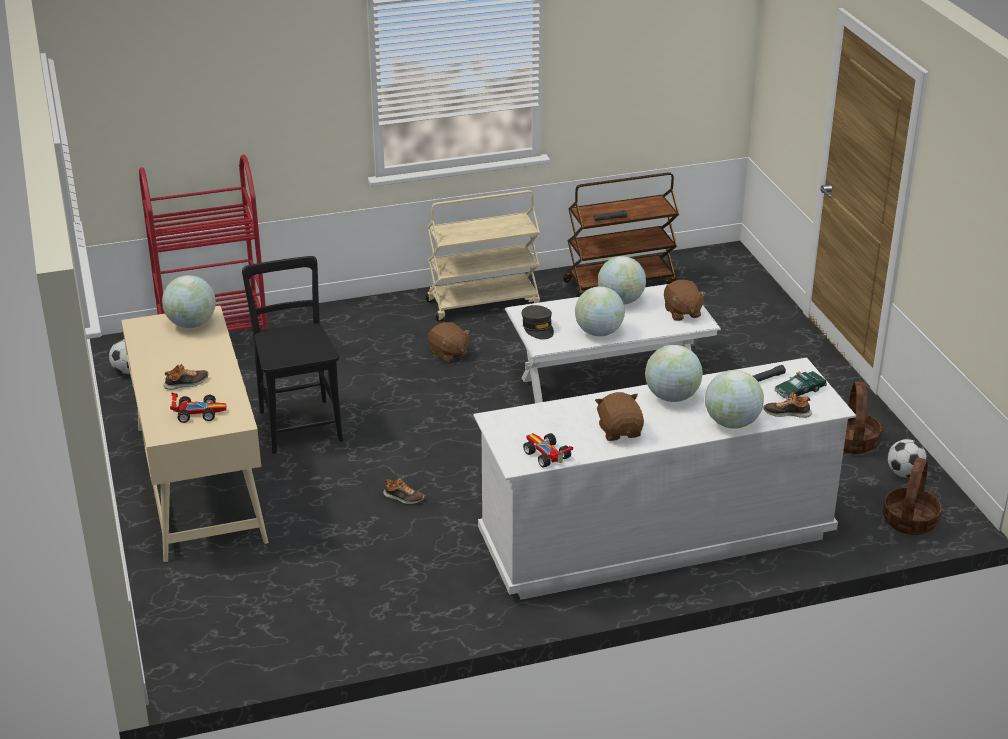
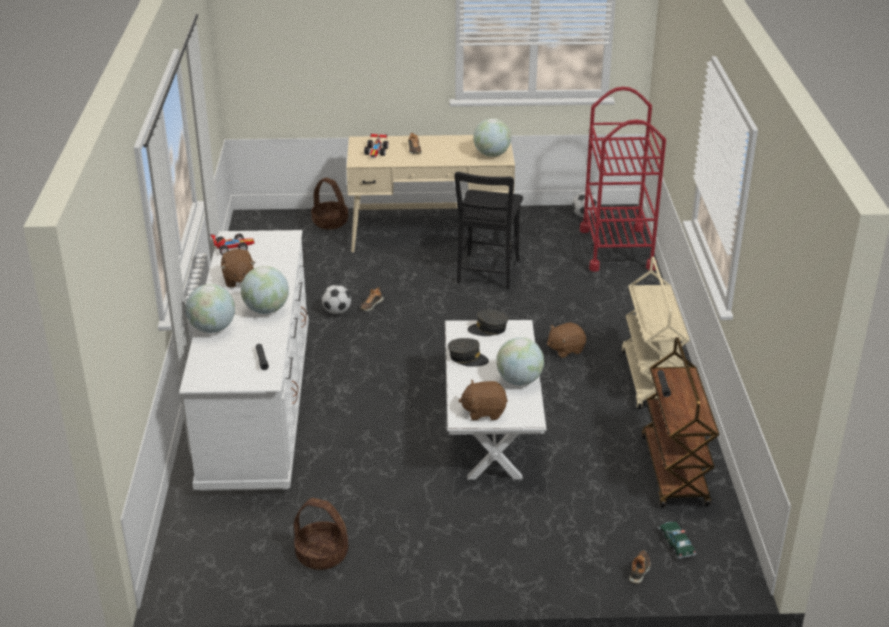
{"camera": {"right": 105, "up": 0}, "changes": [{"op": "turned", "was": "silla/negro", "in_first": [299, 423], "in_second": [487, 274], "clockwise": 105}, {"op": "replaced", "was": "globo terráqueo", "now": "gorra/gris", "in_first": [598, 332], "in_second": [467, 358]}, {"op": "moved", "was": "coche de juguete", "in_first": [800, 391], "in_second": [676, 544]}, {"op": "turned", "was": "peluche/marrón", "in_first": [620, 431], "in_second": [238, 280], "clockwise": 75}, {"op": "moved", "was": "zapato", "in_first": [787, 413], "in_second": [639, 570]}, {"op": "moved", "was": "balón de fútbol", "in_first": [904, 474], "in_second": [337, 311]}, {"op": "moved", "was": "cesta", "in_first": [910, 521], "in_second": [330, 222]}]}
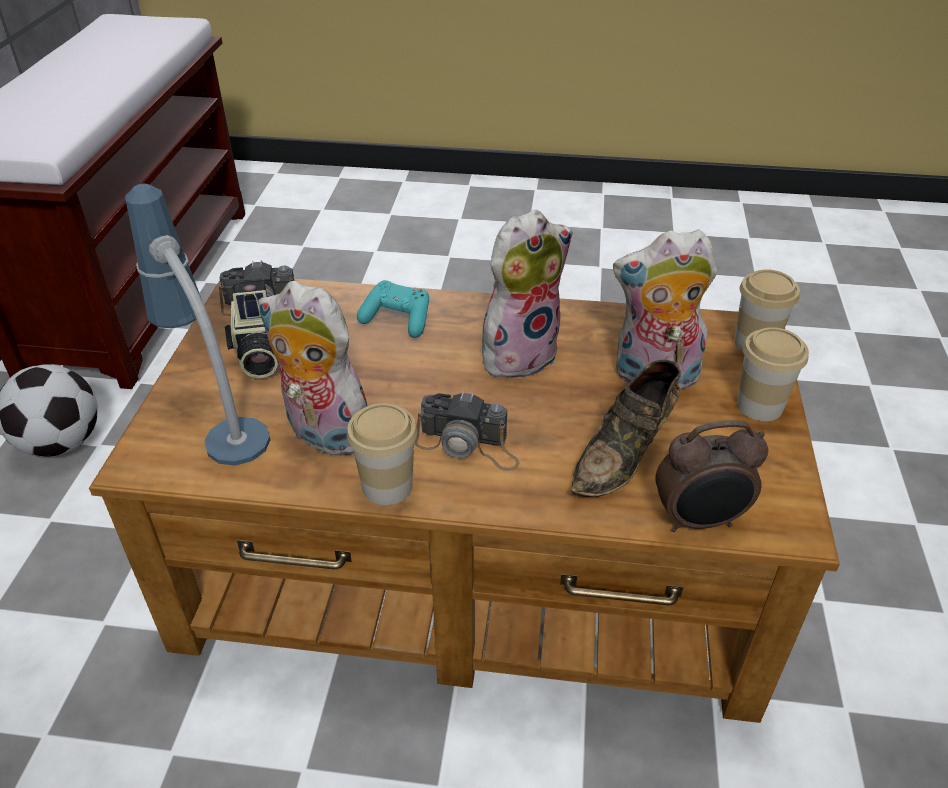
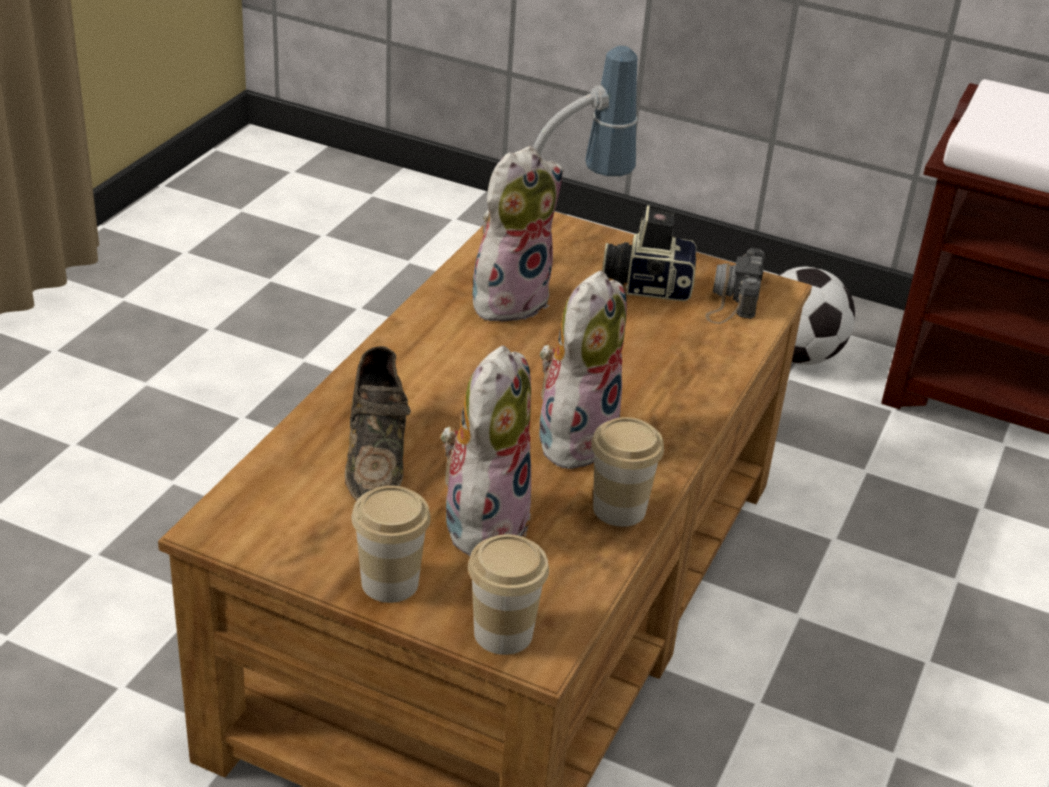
{"camera": {"right": 105, "up": -5}, "changes": [{"op": "turned", "was": "peluche", "in_first": [519, 353], "in_second": [574, 436], "clockwise": -135}, {"op": "removed", "was": "mando de consola/turquesa", "in_first": [397, 320]}, {"op": "turned", "was": "zapato/marrón", "in_first": [625, 455], "in_second": [377, 457], "clockwise": -150}, {"op": "removed", "was": "cámara", "in_first": [468, 445]}, {"op": "moved", "was": "taza", "in_first": [387, 486], "in_second": [619, 509]}, {"op": "removed", "was": "despertador", "in_first": [699, 521]}]}
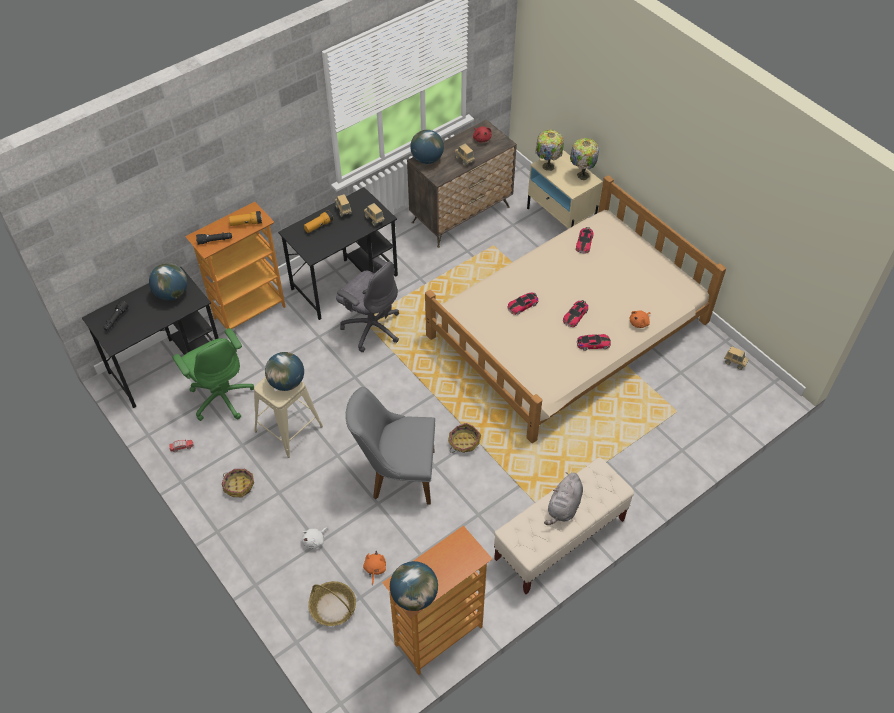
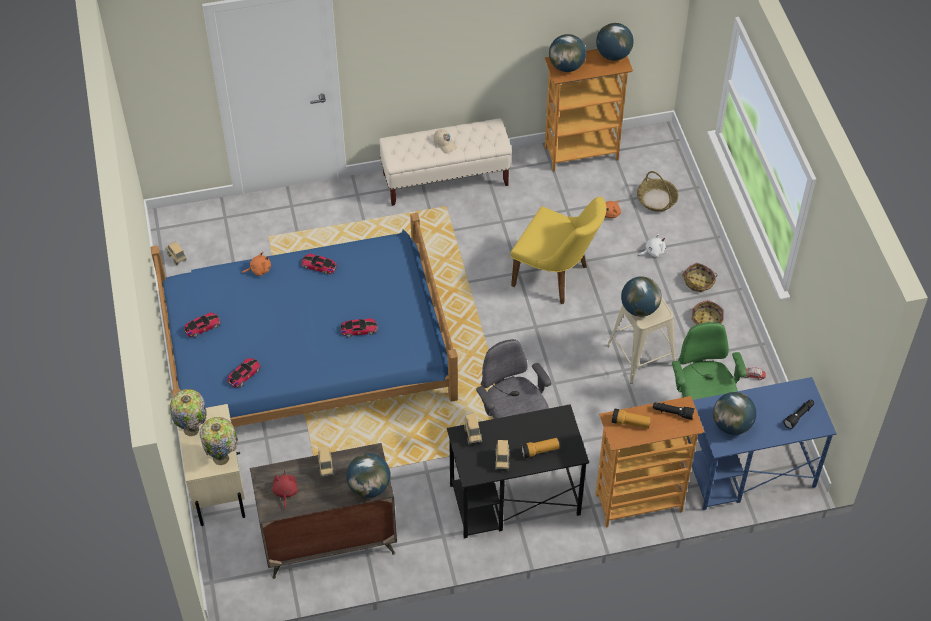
{"camera": {"right": -155, "up": 0}, "changes": [{"op": "recoloured", "was": "cama/beis", "now": "cama/azul", "in_first": [567, 329], "in_second": [308, 350]}, {"op": "recoloured", "was": "escritorio/negro", "now": "escritorio/azul", "in_first": [167, 364], "in_second": [748, 472]}, {"op": "moved", "was": "coche de juguete", "in_first": [575, 315], "in_second": [202, 327]}, {"op": "recoloured", "was": "silla/gris", "now": "silla/amarillo", "in_first": [396, 474], "in_second": [556, 277]}, {"op": "moved", "was": "cesta", "in_first": [463, 442], "in_second": [699, 282]}, {"op": "replaced", "was": "peluche/gris", "now": "gorra/beis", "in_first": [564, 507], "in_second": [445, 144]}, {"op": "added", "now": "globo terráqueo", "in_second": [566, 66]}]}
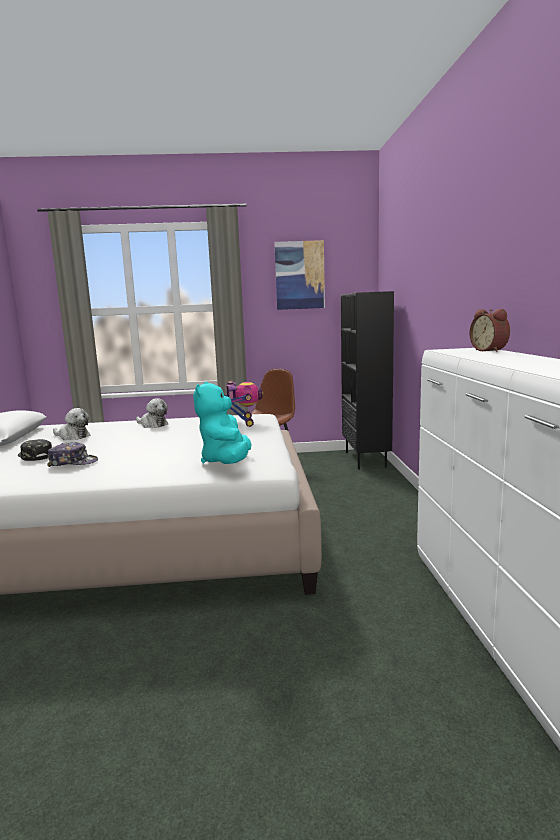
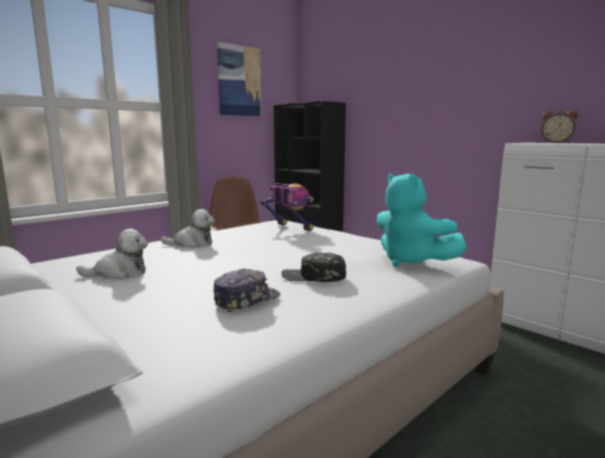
{"camera": {"right": -40, "up": 0}, "changes": [{"op": "moved", "was": "gorra/negro", "in_first": [34, 456], "in_second": [313, 276]}]}
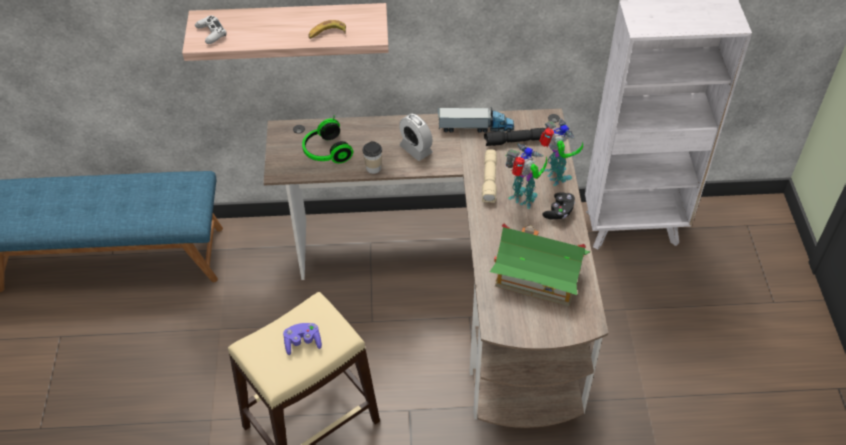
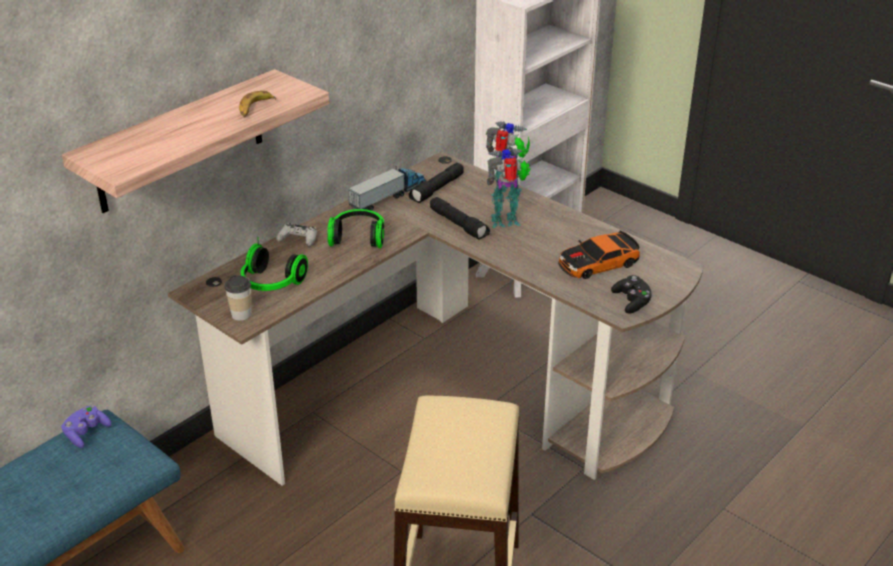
{"camera": {"right": -45, "up": -15}, "changes": [{"op": "moved", "was": "mando de consola/blanco", "in_first": [211, 33], "in_second": [298, 239]}, {"op": "replaced", "was": "despertador", "now": "auriculares", "in_first": [416, 149], "in_second": [358, 237]}, {"op": "moved", "was": "taza", "in_first": [373, 168], "in_second": [241, 315]}, {"op": "recoloured", "was": "linterna/beis", "now": "linterna/negro", "in_first": [490, 181], "in_second": [459, 224]}, {"op": "moved", "was": "mando de consola/negro", "in_first": [559, 212], "in_second": [632, 302]}, {"op": "replaced", "was": "casita", "now": "coche de juguete", "in_first": [537, 277], "in_second": [598, 263]}, {"op": "moved", "was": "mando de consola/morado", "in_first": [303, 343], "in_second": [86, 433]}]}
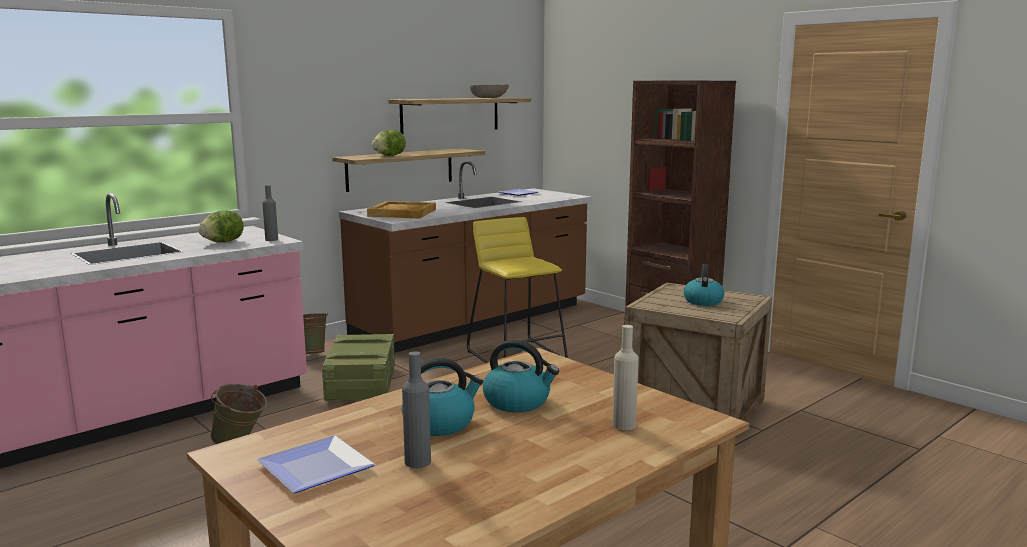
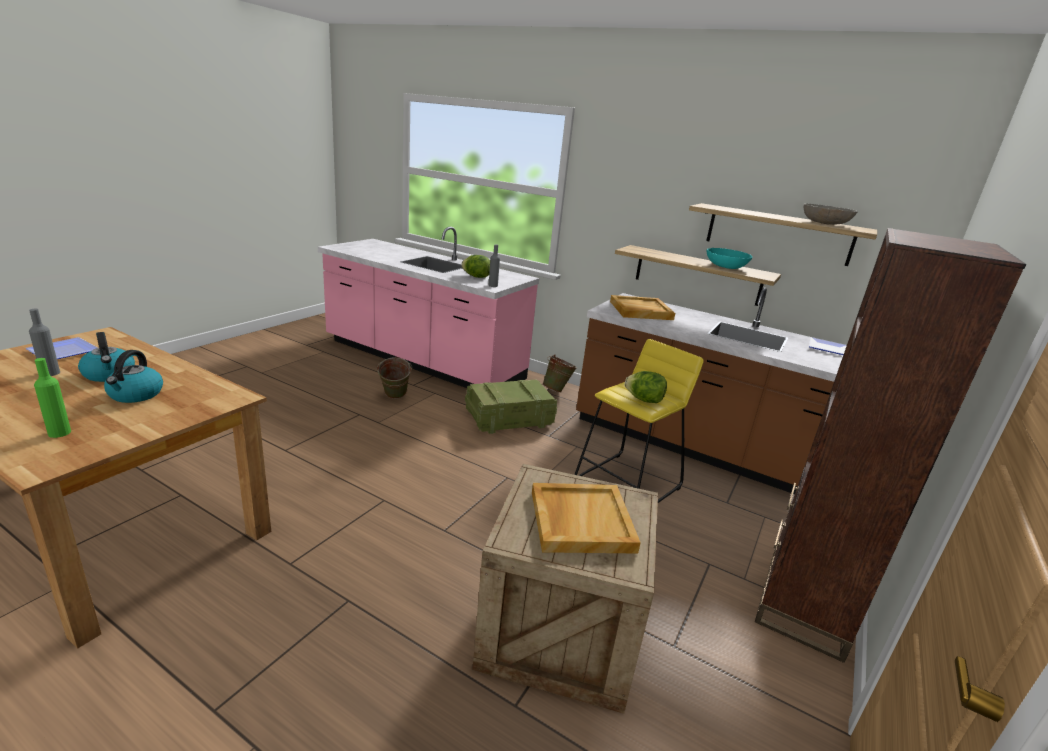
{"camera": {"right": 70, "up": 10}, "changes": [{"op": "moved", "was": "lechuga", "in_first": [389, 155], "in_second": [644, 400]}, {"op": "replaced", "was": "hervidor", "now": "bandeja/beis", "in_first": [703, 301], "in_second": [580, 520]}, {"op": "recoloured", "was": "botella/beis", "now": "botella/verde", "in_first": [624, 425], "in_second": [59, 433]}, {"op": "added", "now": "cuenco/turquesa", "in_second": [726, 267]}]}
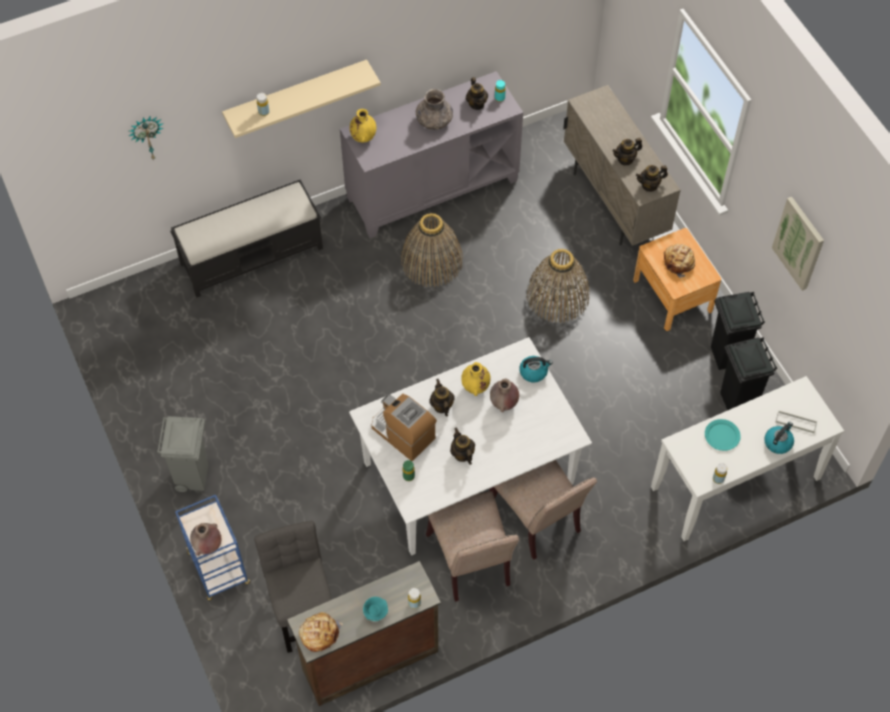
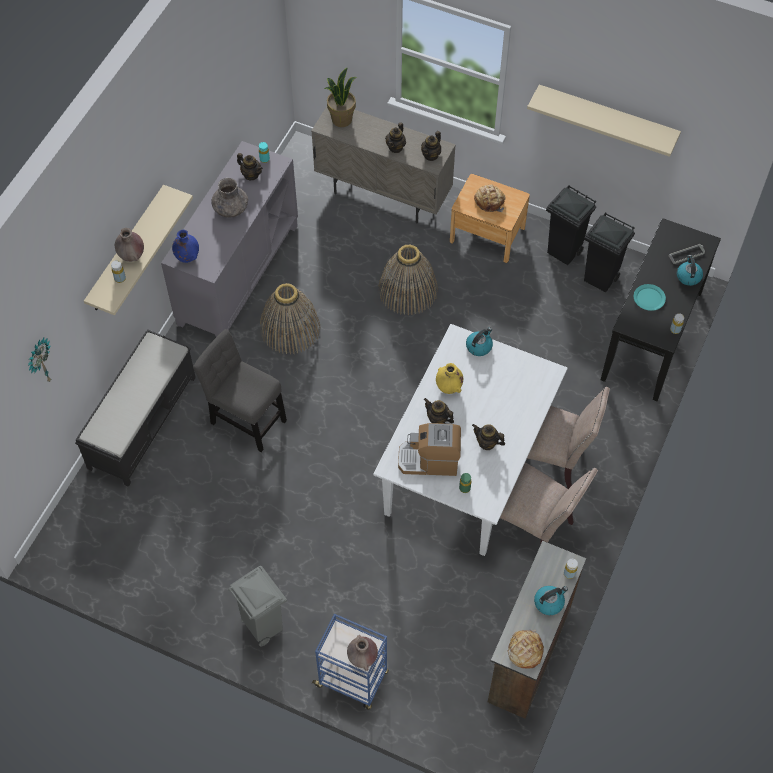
{"camera": {"right": -40, "up": 0}, "changes": [{"op": "recoloured", "was": "florero/amarillo", "now": "florero/azul", "in_first": [363, 138], "in_second": [187, 257]}, {"op": "replaced", "was": "cuadro", "now": "estante/beis", "in_first": [799, 243], "in_second": [607, 117]}, {"op": "recoloured", "was": "mesa consola/blanco", "now": "mesa consola/negro", "in_first": [736, 483], "in_second": [652, 336]}, {"op": "moved", "was": "florero/marrón", "in_first": [504, 403], "in_second": [132, 256]}, {"op": "moved", "was": "silla/gris", "in_first": [302, 609], "in_second": [245, 419]}, {"op": "replaced", "was": "cuenco/turquesa", "now": "hervidor", "in_first": [375, 612], "in_second": [549, 602]}, {"op": "added", "now": "planta en maceta", "in_second": [341, 119]}]}
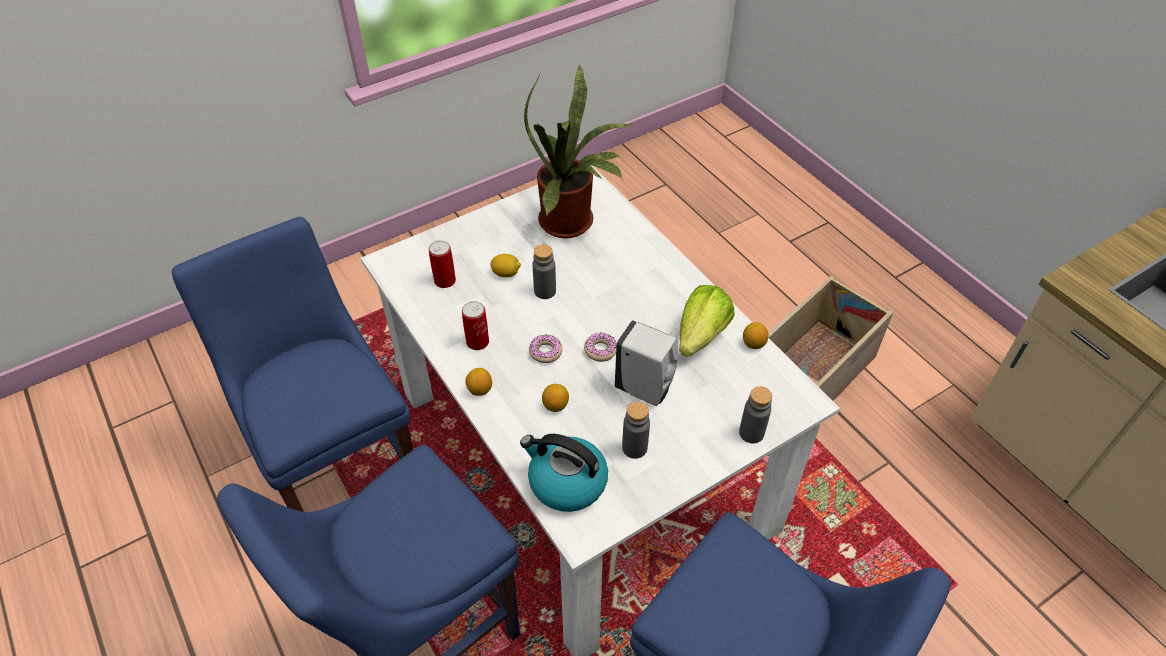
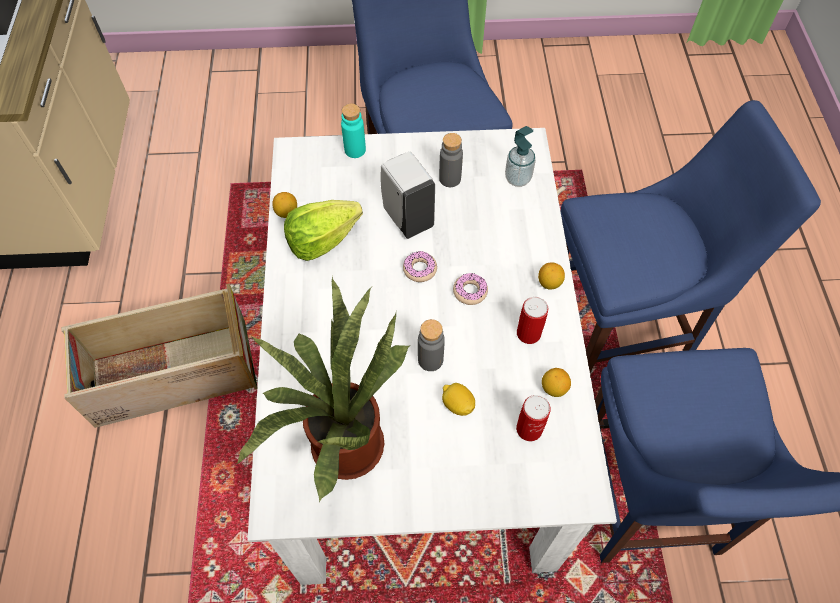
{"camera": {"right": -150, "up": 10}, "changes": [{"op": "moved", "was": "limón", "in_first": [555, 405], "in_second": [554, 388]}, {"op": "recoloured", "was": "botella/gris", "now": "botella/turquesa", "in_first": [751, 433], "in_second": [355, 150]}, {"op": "replaced", "was": "hervidor", "now": "dispensador de jabón", "in_first": [566, 482], "in_second": [517, 178]}]}
